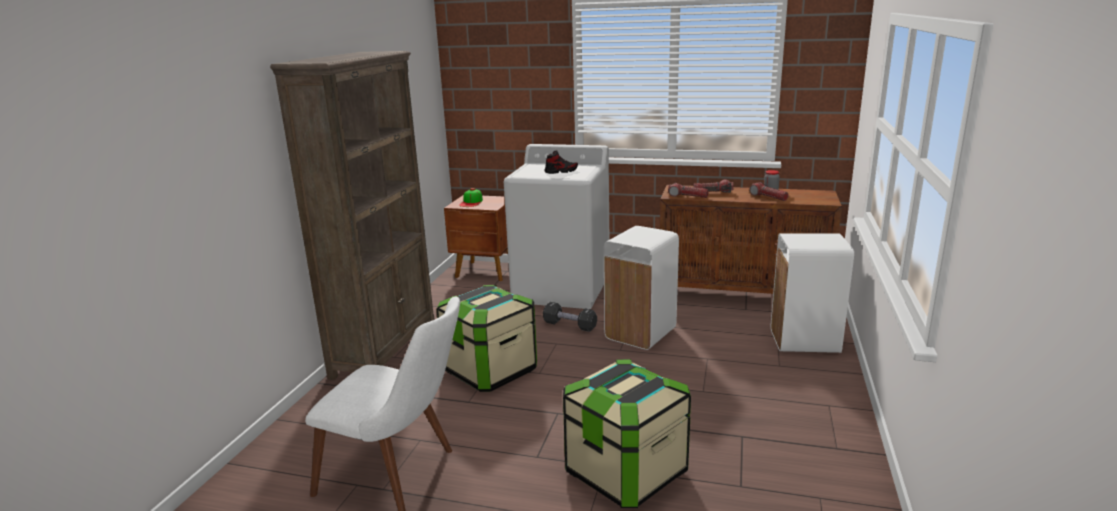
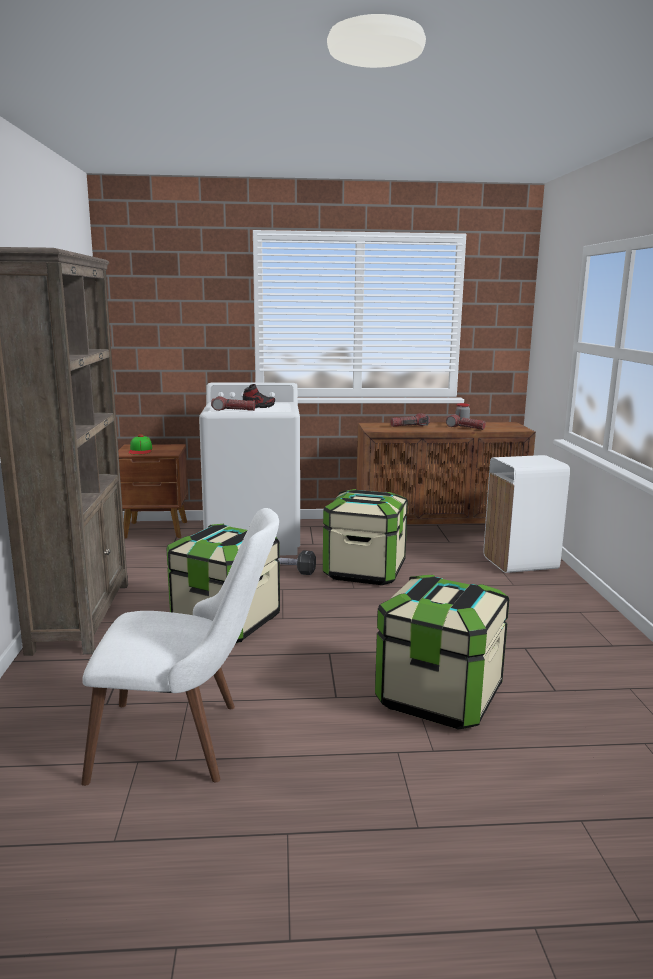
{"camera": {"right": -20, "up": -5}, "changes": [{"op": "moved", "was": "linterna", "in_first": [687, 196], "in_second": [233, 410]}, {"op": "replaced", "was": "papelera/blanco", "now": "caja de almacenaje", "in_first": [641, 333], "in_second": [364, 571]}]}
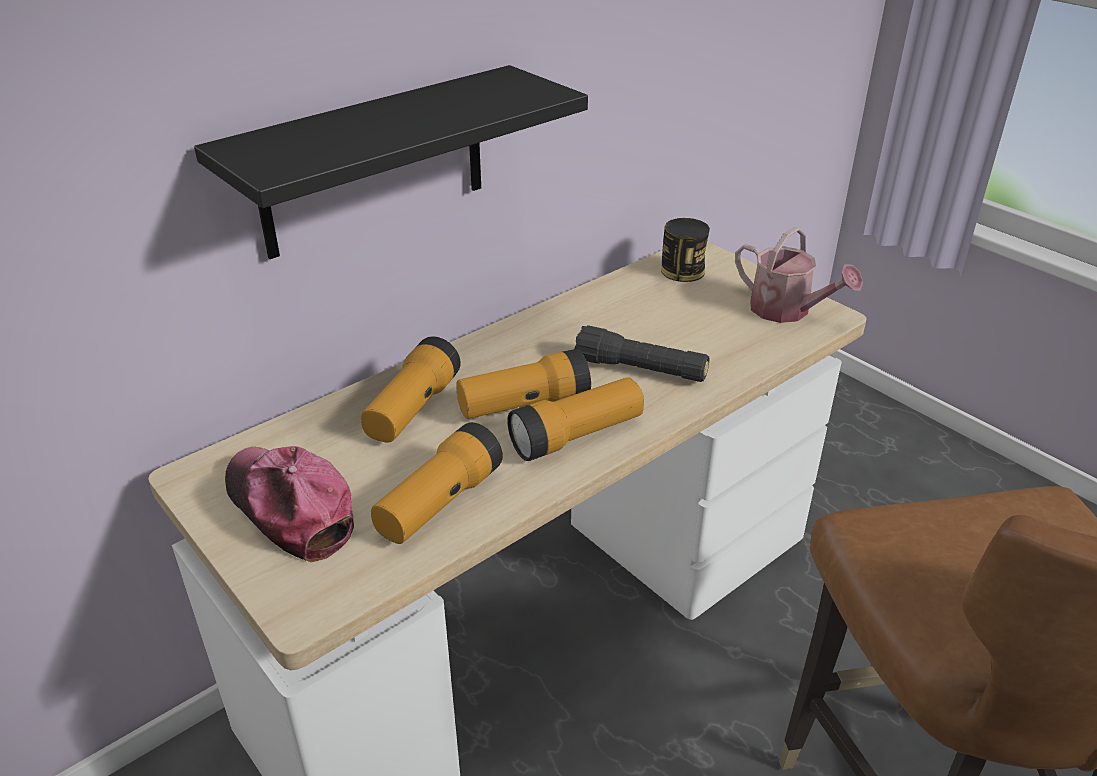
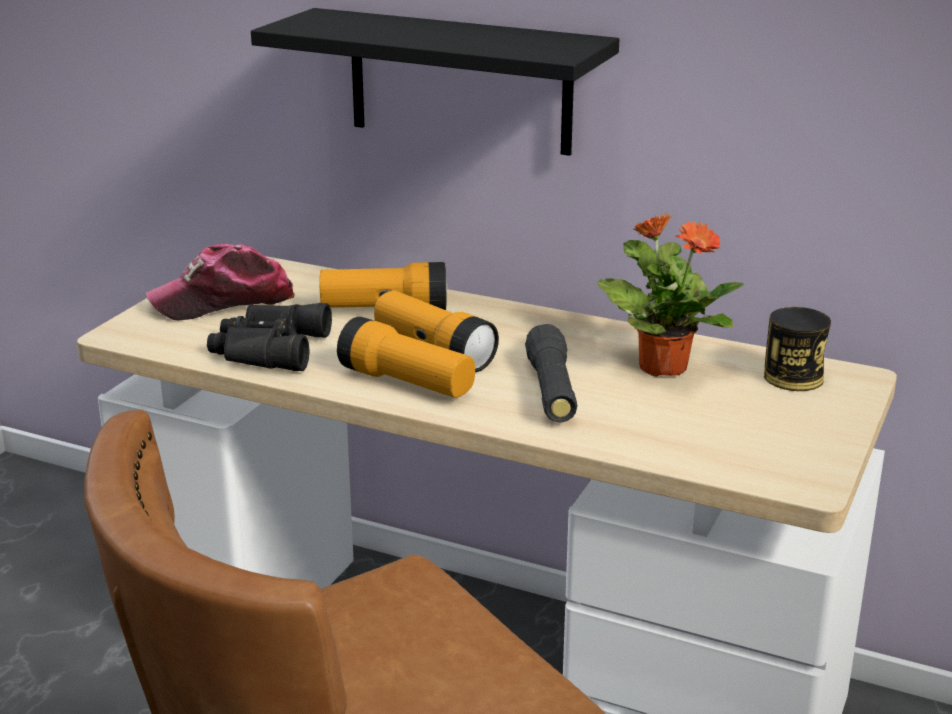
{"camera": {"right": 65, "up": -10}, "changes": [{"op": "removed", "was": "regadera", "in_first": [787, 311]}, {"op": "replaced", "was": "linterna", "now": "prismáticos/negro", "in_first": [439, 503], "in_second": [266, 349]}, {"op": "turned", "was": "gorra", "in_first": [289, 508], "in_second": [223, 301], "clockwise": -135}, {"op": "added", "now": "planta en maceta", "in_second": [662, 366]}]}
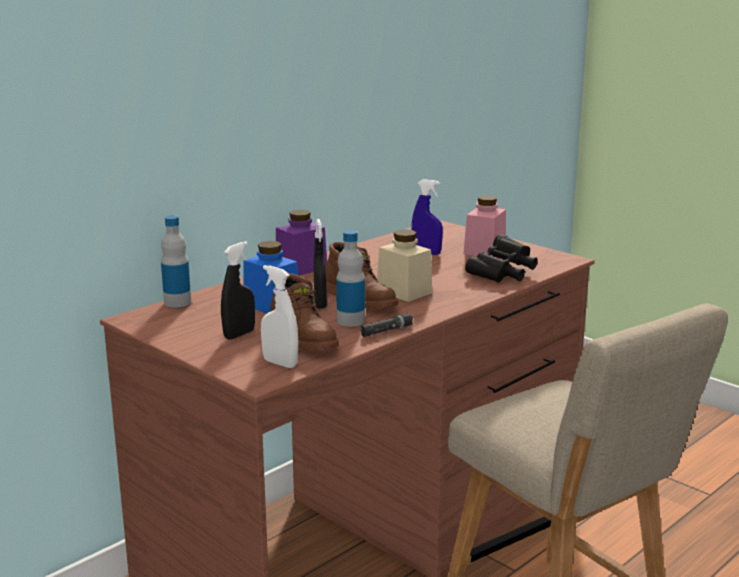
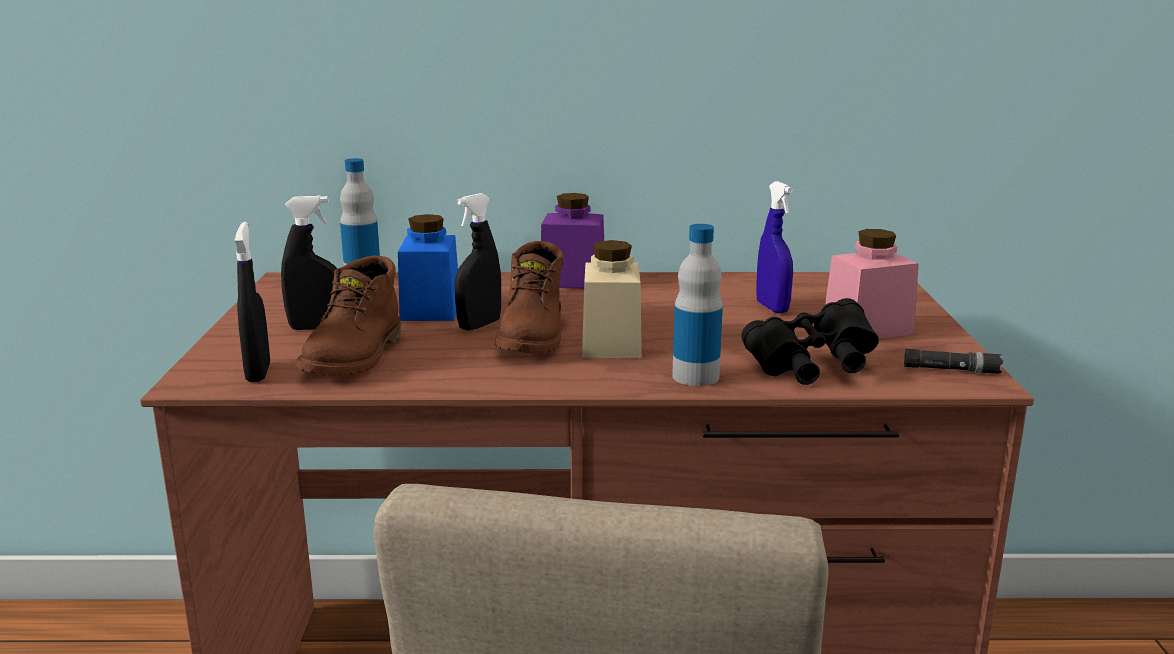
{"camera": {"right": 45, "up": 0}, "changes": [{"op": "moved", "was": "botella", "in_first": [350, 321], "in_second": [695, 376]}, {"op": "recoloured", "was": "pulverizador/blanco", "now": "pulverizador/negro", "in_first": [280, 363], "in_second": [258, 373]}, {"op": "moved", "was": "linterna/negro", "in_first": [386, 330], "in_second": [951, 370]}]}
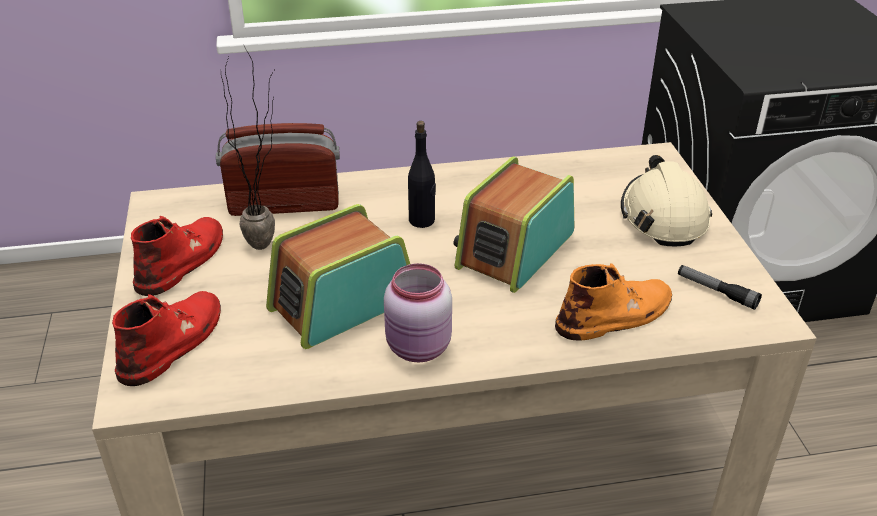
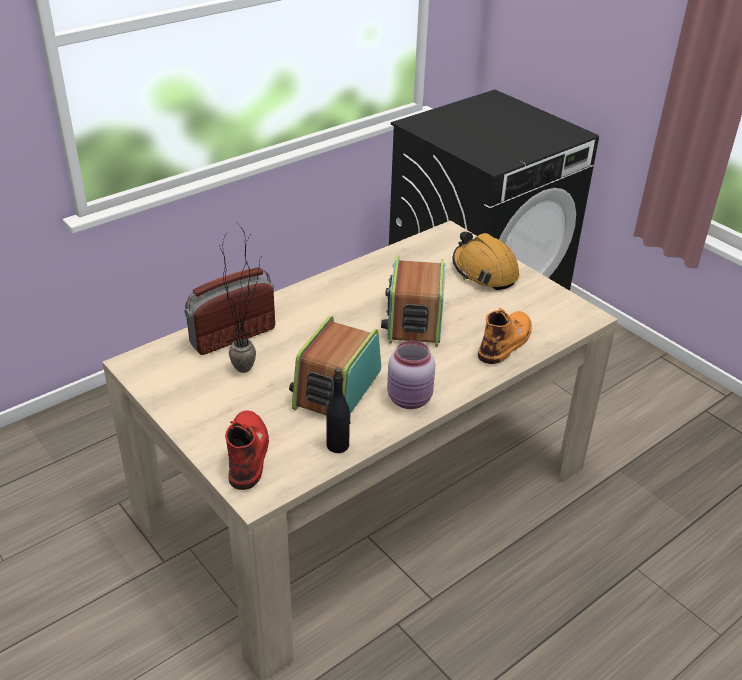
{"camera": {"right": -30, "up": 0}, "changes": [{"op": "moved", "was": "botella/negro", "in_first": [422, 220], "in_second": [338, 445]}, {"op": "recoloured", "was": "casco/beis", "now": "casco/naranja", "in_first": [663, 216], "in_second": [484, 271]}, {"op": "removed", "was": "bota/rojo", "in_first": [183, 260]}, {"op": "removed", "was": "linterna", "in_first": [716, 292]}]}
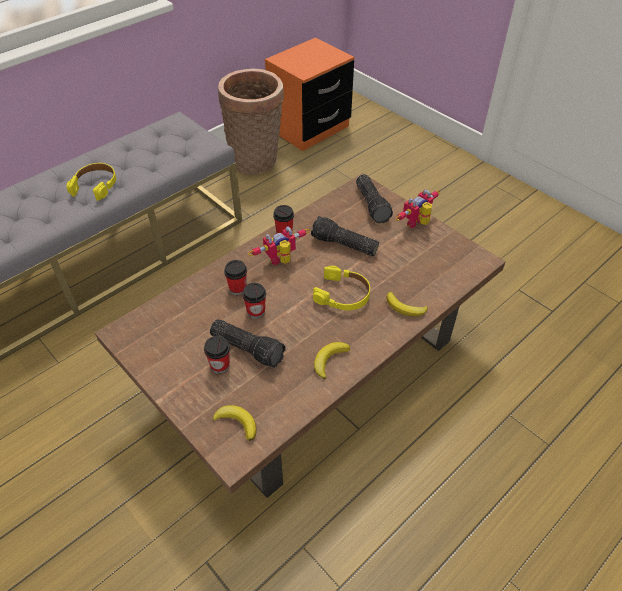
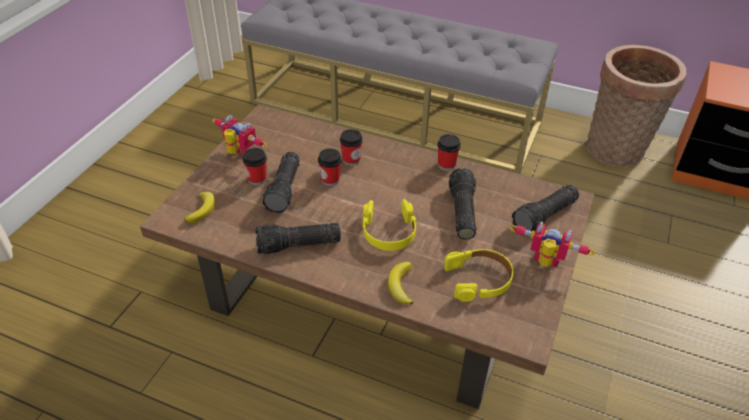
{"camera": {"right": 65, "up": -5}, "changes": [{"op": "moved", "was": "auriculares/amarillo", "in_first": [95, 185], "in_second": [479, 280]}, {"op": "moved", "was": "robot de juguete", "in_first": [282, 261], "in_second": [239, 154]}, {"op": "replaced", "was": "plátano", "now": "linterna", "in_first": [329, 360], "in_second": [298, 246]}]}
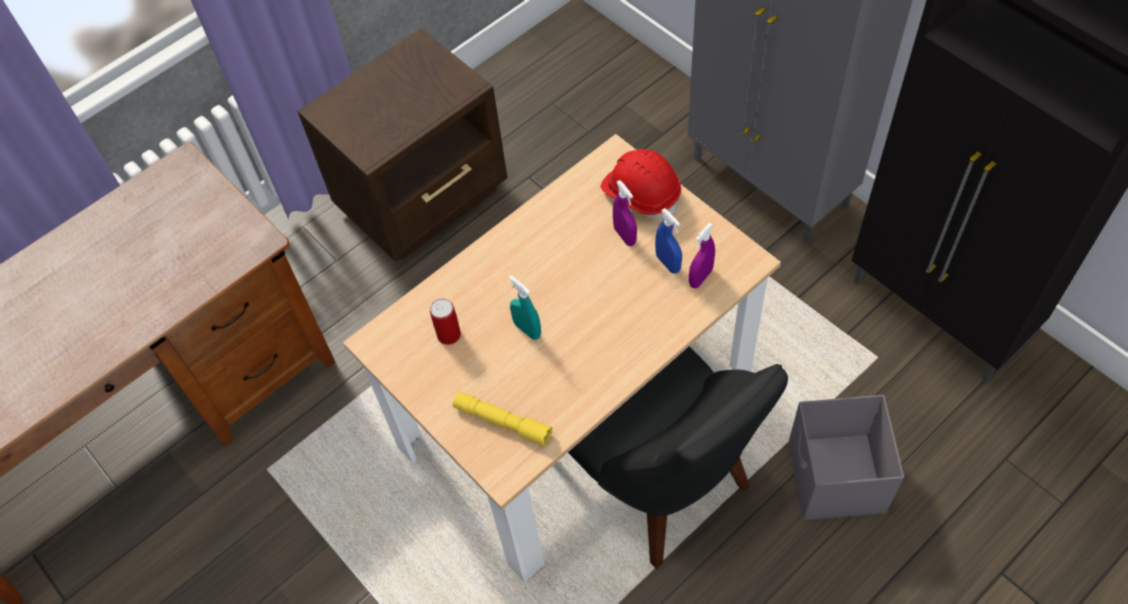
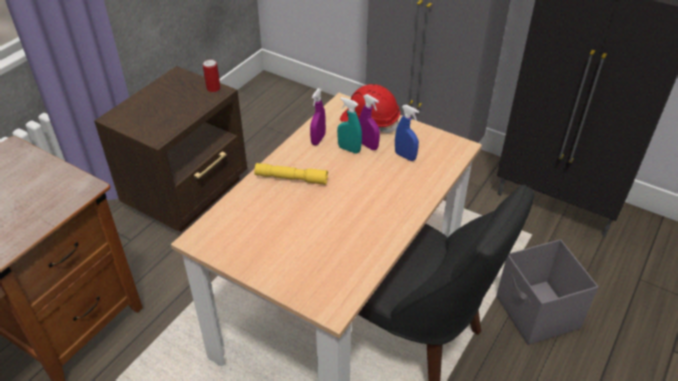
{"camera": {"right": -20, "up": -15}, "changes": [{"op": "moved", "was": "pulverizador/morado", "in_first": [700, 278], "in_second": [318, 139]}, {"op": "moved", "was": "pulverizador/turquesa", "in_first": [527, 329], "in_second": [349, 149]}, {"op": "moved", "was": "lata", "in_first": [449, 334], "in_second": [213, 88]}, {"op": "moved", "was": "linterna/amarillo", "in_first": [503, 422], "in_second": [291, 178]}]}
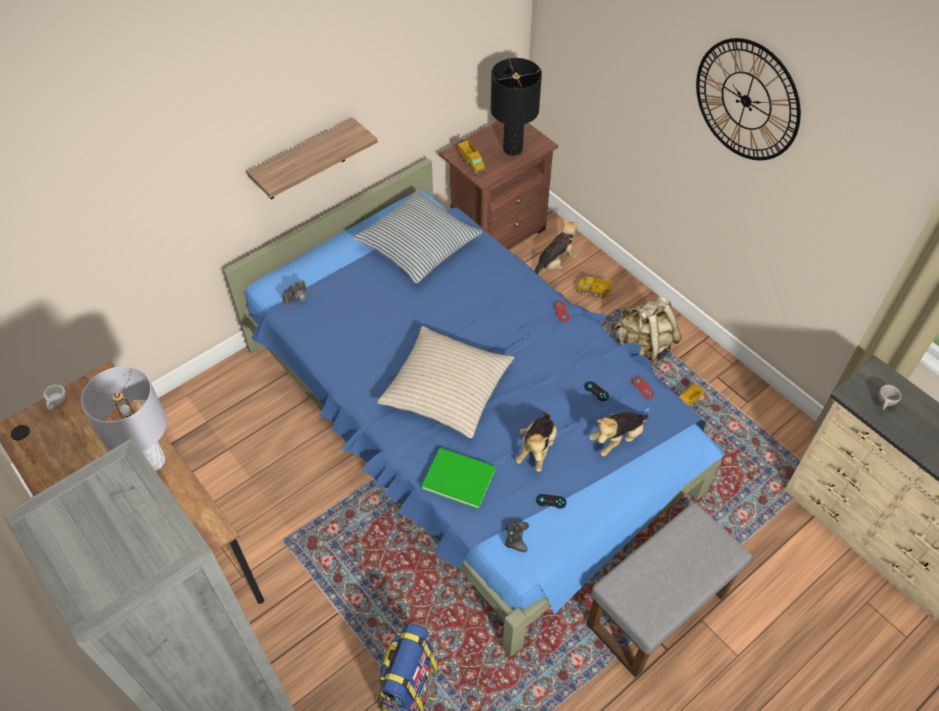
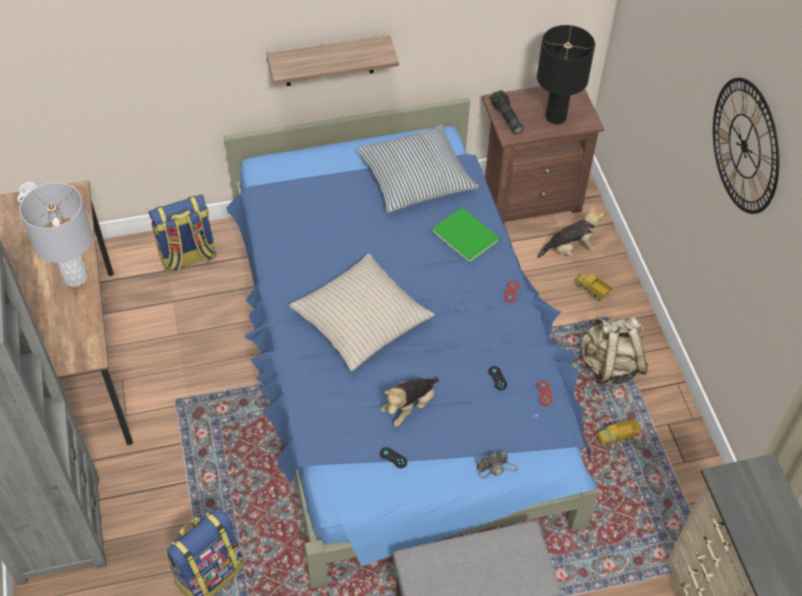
{"camera": {"right": 25, "up": 0}, "changes": [{"op": "replaced", "was": "camión de juguete", "now": "linterna", "in_first": [471, 164], "in_second": [506, 118]}, {"op": "moved", "was": "cámara", "in_first": [299, 296], "in_second": [496, 468]}, {"op": "removed", "was": "taza/beis", "in_first": [884, 405]}, {"op": "removed", "was": "peluche", "in_first": [617, 439]}, {"op": "moved", "was": "libro/verde", "in_first": [457, 476], "in_second": [465, 234]}, {"op": "removed", "was": "mando de consola/negro", "in_first": [516, 538]}, {"op": "added", "now": "mochila", "in_second": [187, 257]}]}
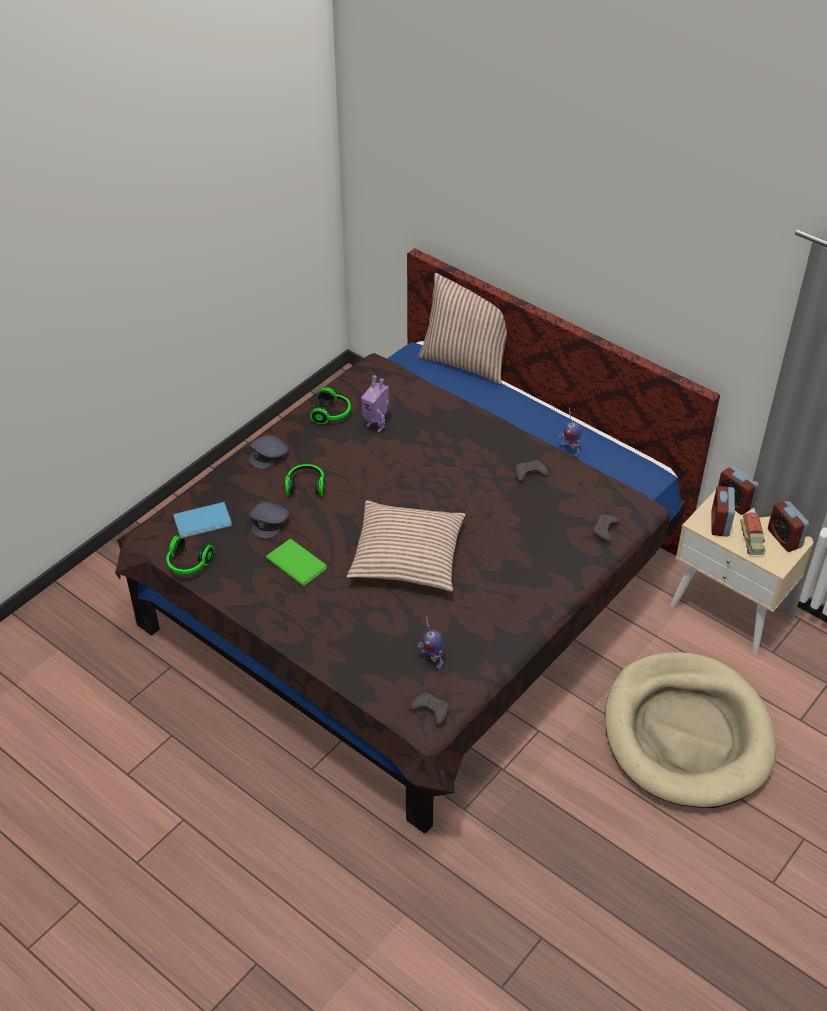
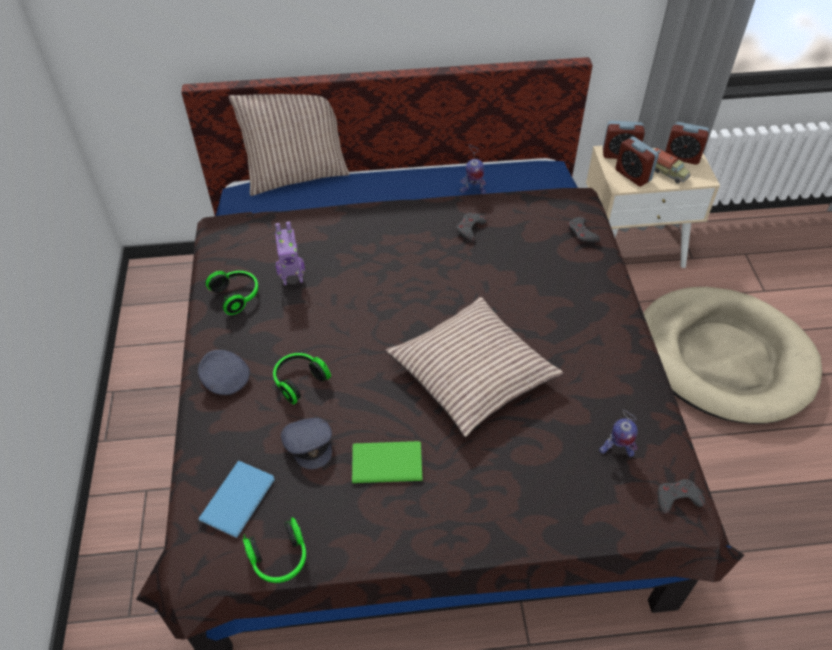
{"camera": {"right": -45, "up": 5}, "changes": [{"op": "turned", "was": "gorra/gris", "in_first": [269, 455], "in_second": [224, 379], "clockwise": 135}]}
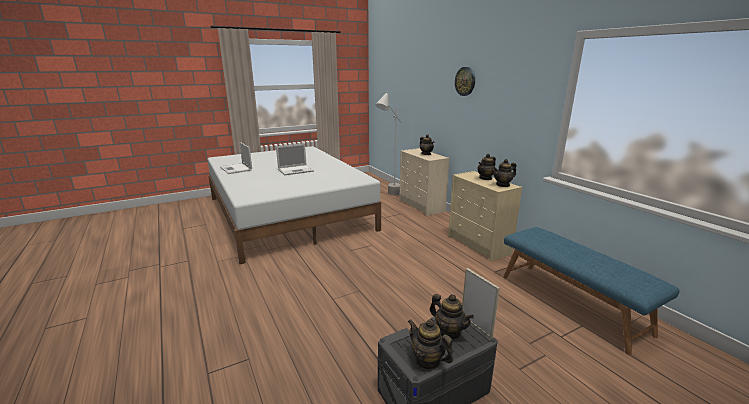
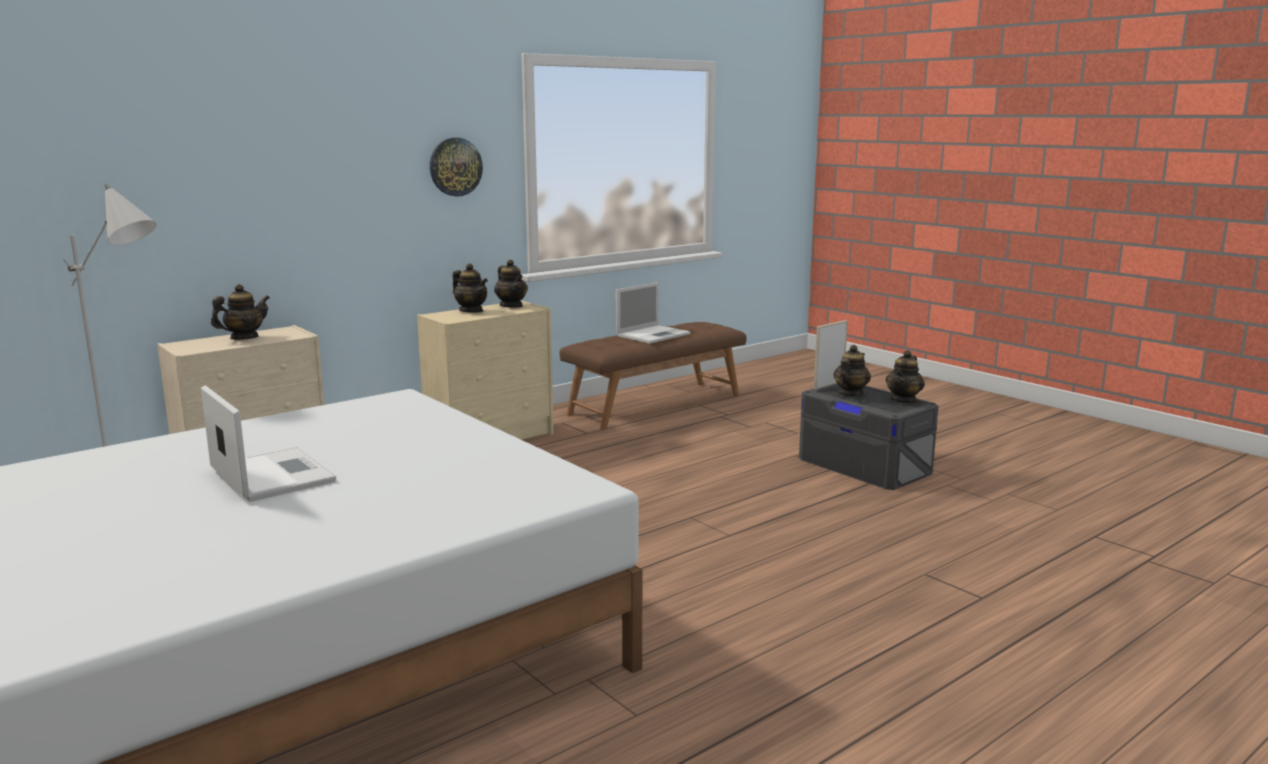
{"camera": {"right": -100, "up": -5}, "changes": [{"op": "moved", "was": "reloj de pared", "in_first": [465, 81], "in_second": [455, 167]}, {"op": "moved", "was": "portátil", "in_first": [236, 169], "in_second": [654, 335]}, {"op": "recoloured", "was": "banco/azul", "now": "banco/marrón", "in_first": [571, 303], "in_second": [655, 404]}]}
